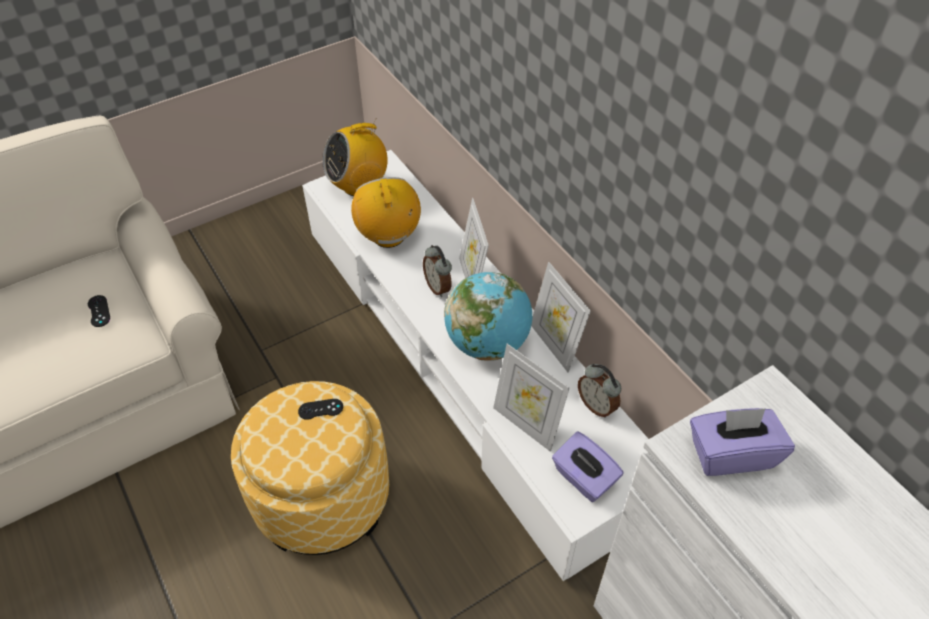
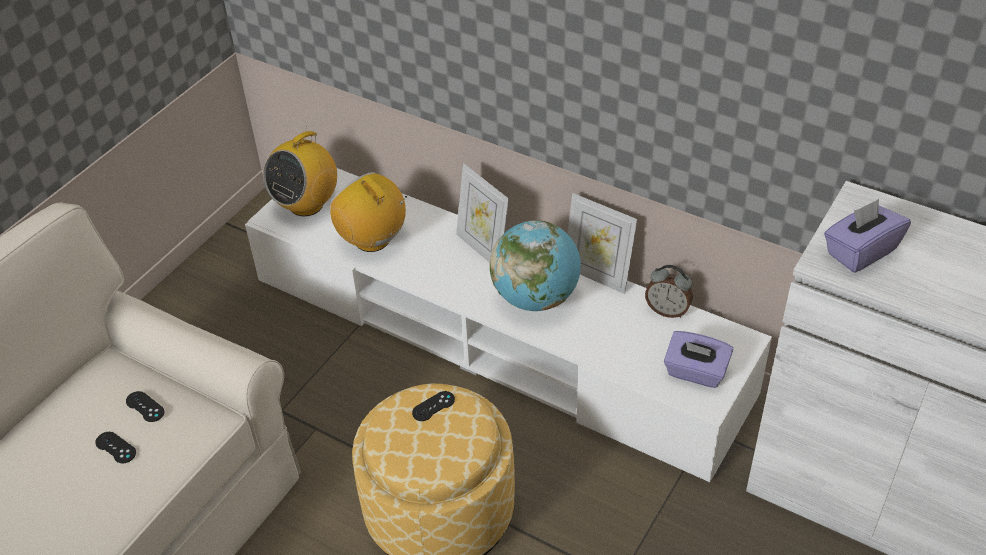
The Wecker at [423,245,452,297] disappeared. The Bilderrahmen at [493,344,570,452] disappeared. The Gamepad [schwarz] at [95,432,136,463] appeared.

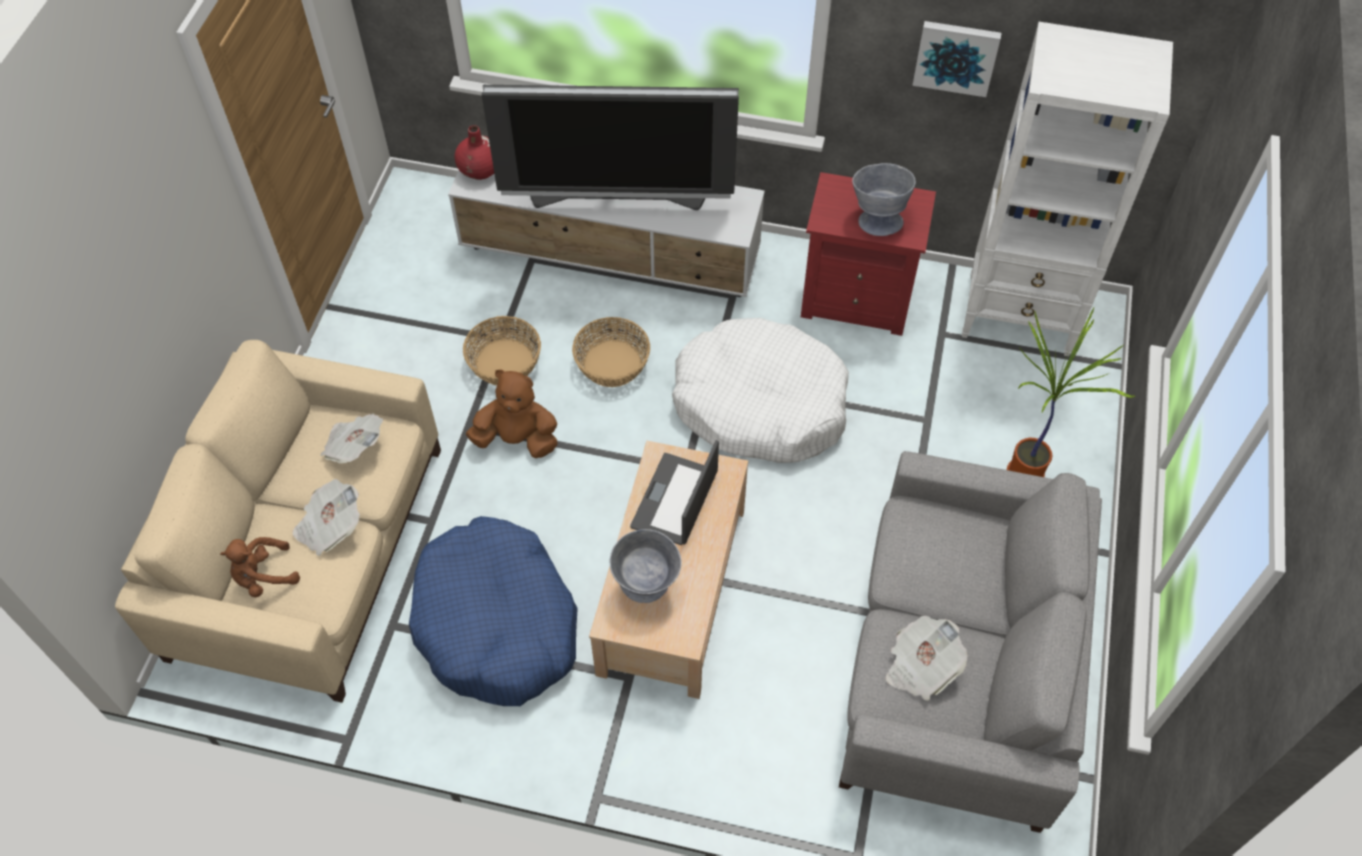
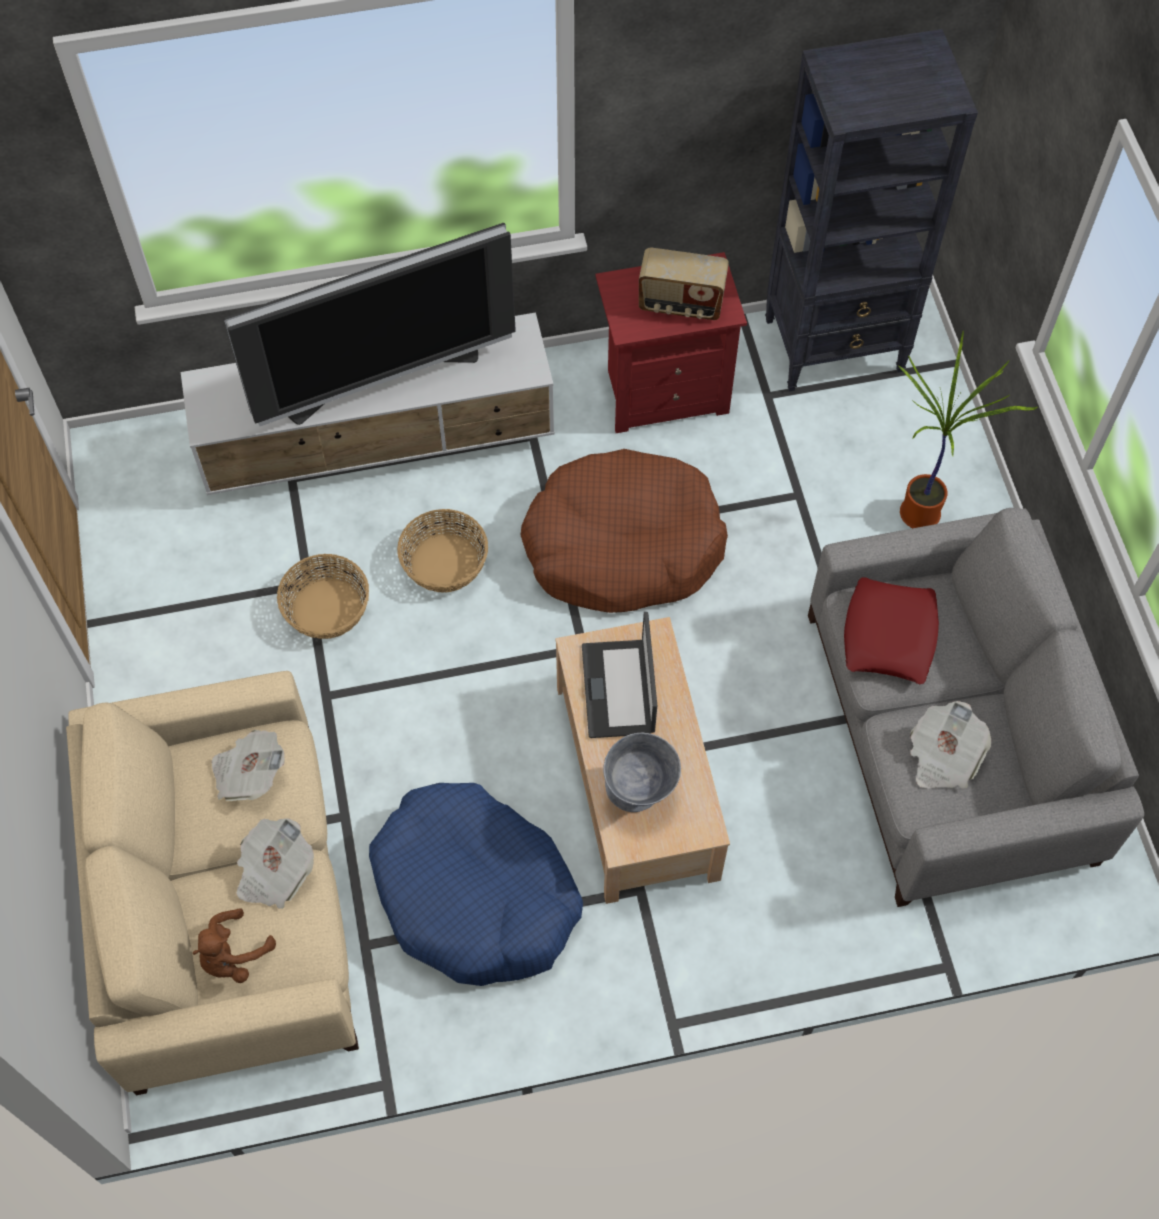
The Vase [rot] at [454,125,494,180] disappeared. The Plüschtier [braun] at [466,369,558,458] disappeared. The Hundebett [weiß] at [672,318,849,463] became the Hundebett [braun] at [521,449,728,613]. The Schüssel [grau] at [852,163,916,236] was replaced by the Radio at [639,247,729,320]. The Bild at [912,21,1002,97] disappeared. The Bücherregal [weiß] at [962,22,1173,356] became the Bücherregal [schwarz] at [765,29,978,392]. The Kissen [rot] at [844,577,939,684] appeared.

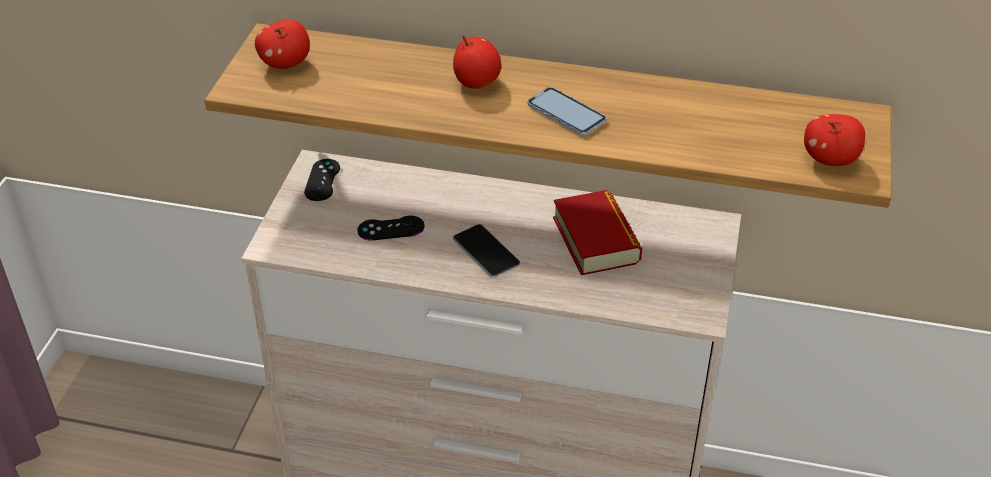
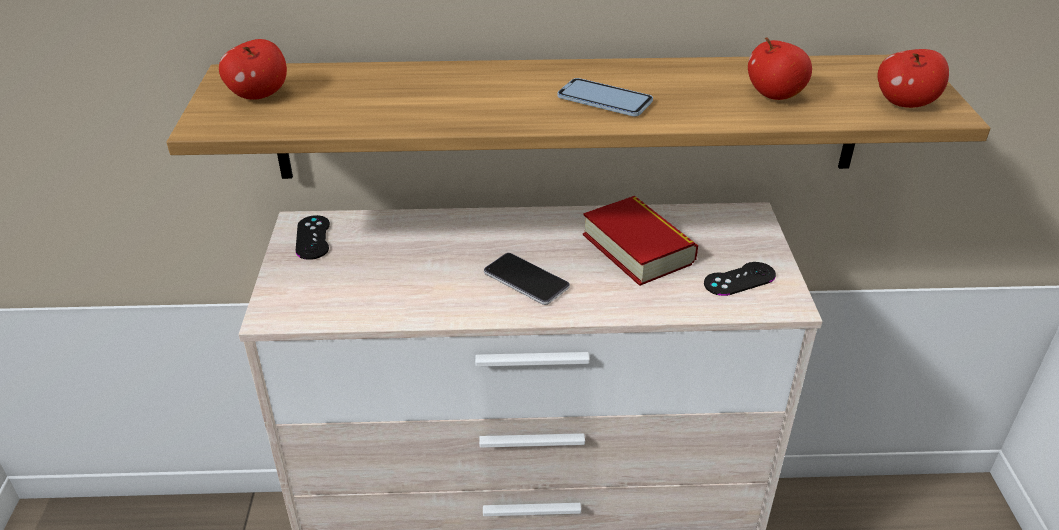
The Gamepad [schwarz] moved from [357,216,425,240] to [704,262,776,296]. The Apfel moved from [453,35,501,89] to [748,37,812,100].

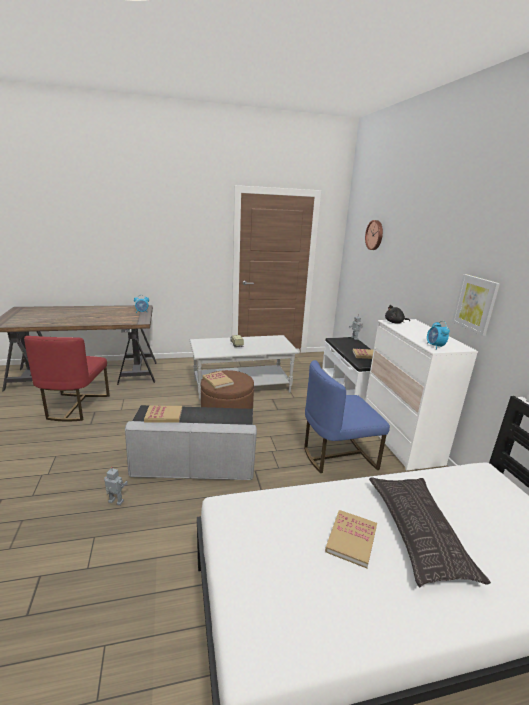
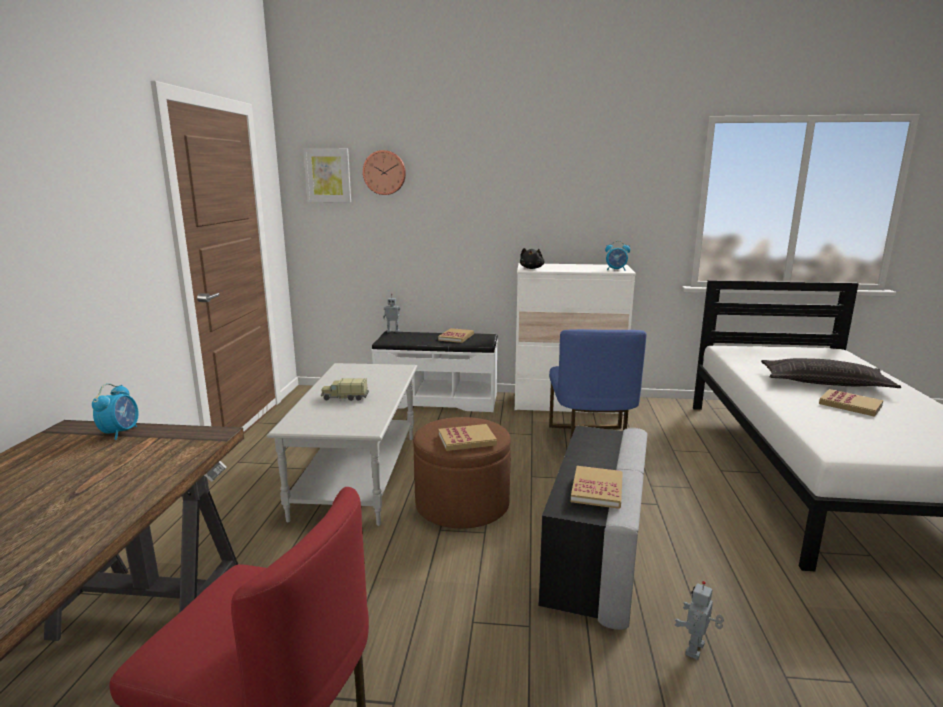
The Bild moved from [452,274,500,336] to [303,149,351,203].

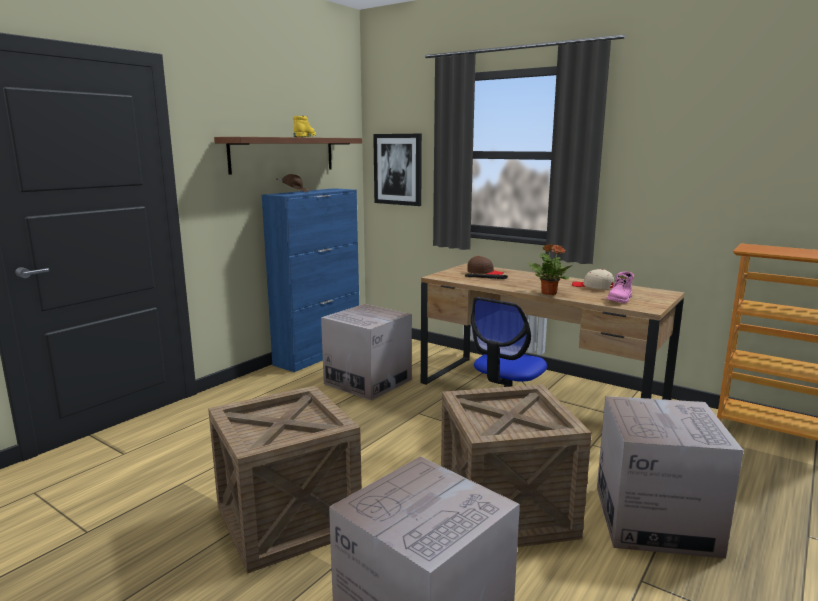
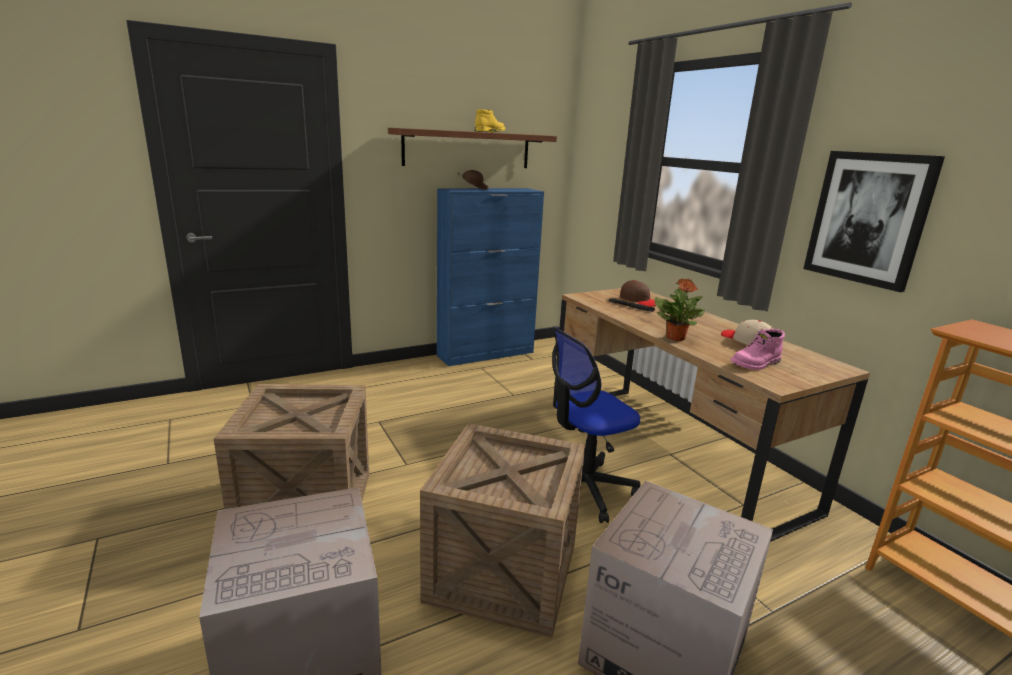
The Karton at [321,304,412,400] disappeared. The Bild moved from [373,134,422,206] to [803,151,945,292].

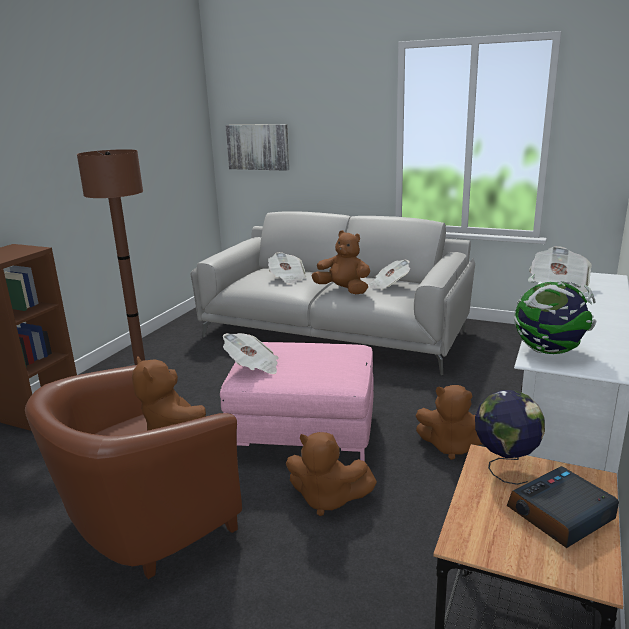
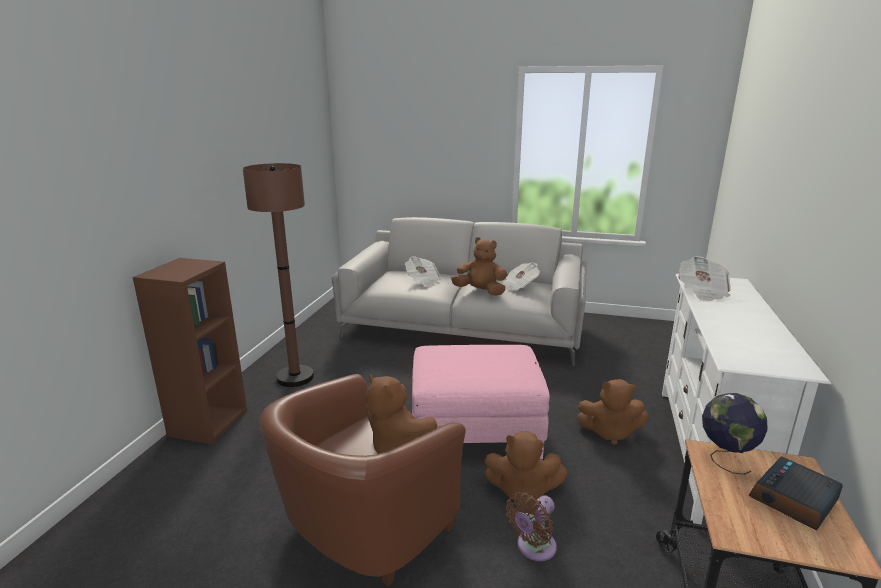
The Zeitung at [223,333,278,374] disappeared. The Bild at [225,124,289,171] disappeared. The Globus at [514,274,597,354] disappeared. The Ventilator [braun] at [506,492,557,561] appeared.

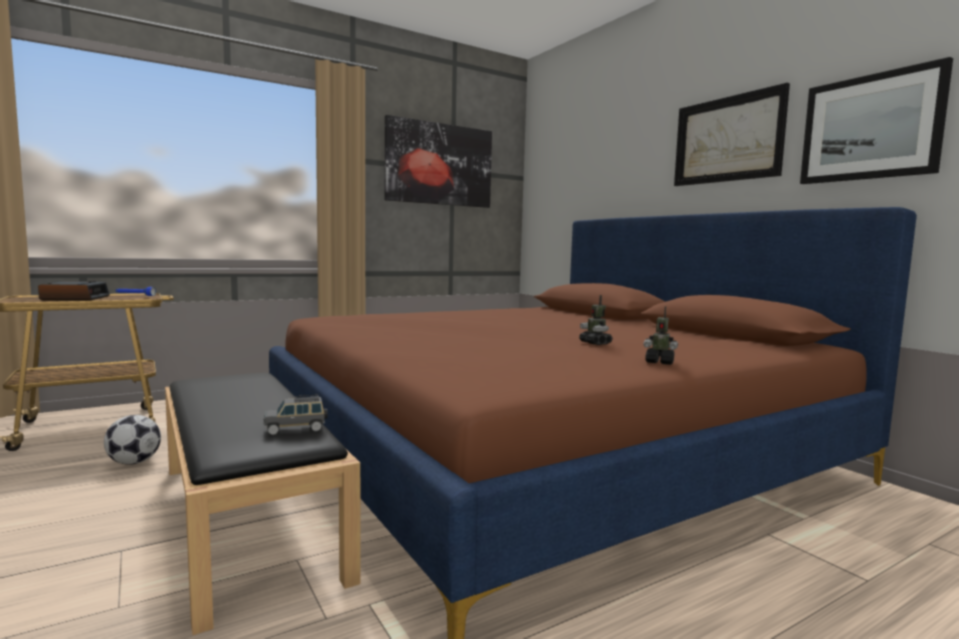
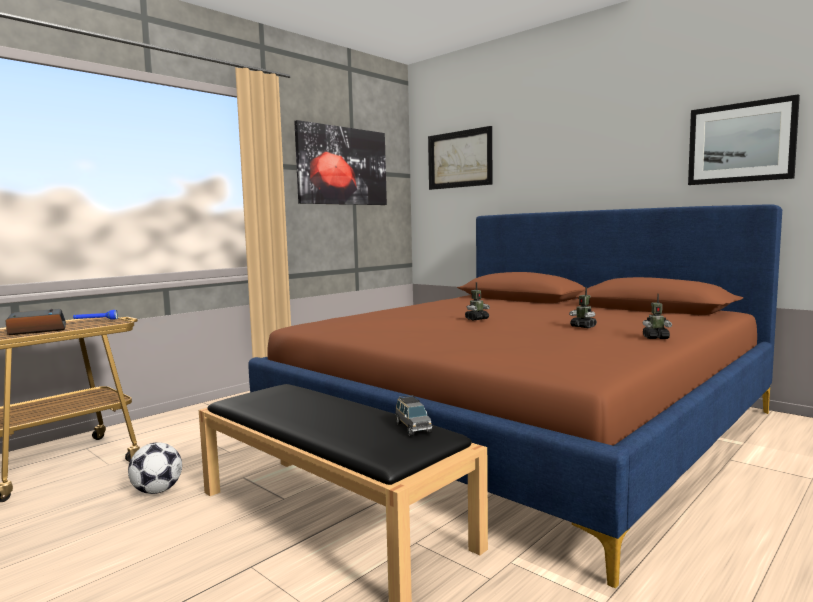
The Spielzeugauto [grau] at [264,395,328,435] turned 75 degrees counterclockwise. The Bild moved from [674,83,790,186] to [428,126,492,190]. The Spielzeugroboter at [465,282,490,320] appeared.

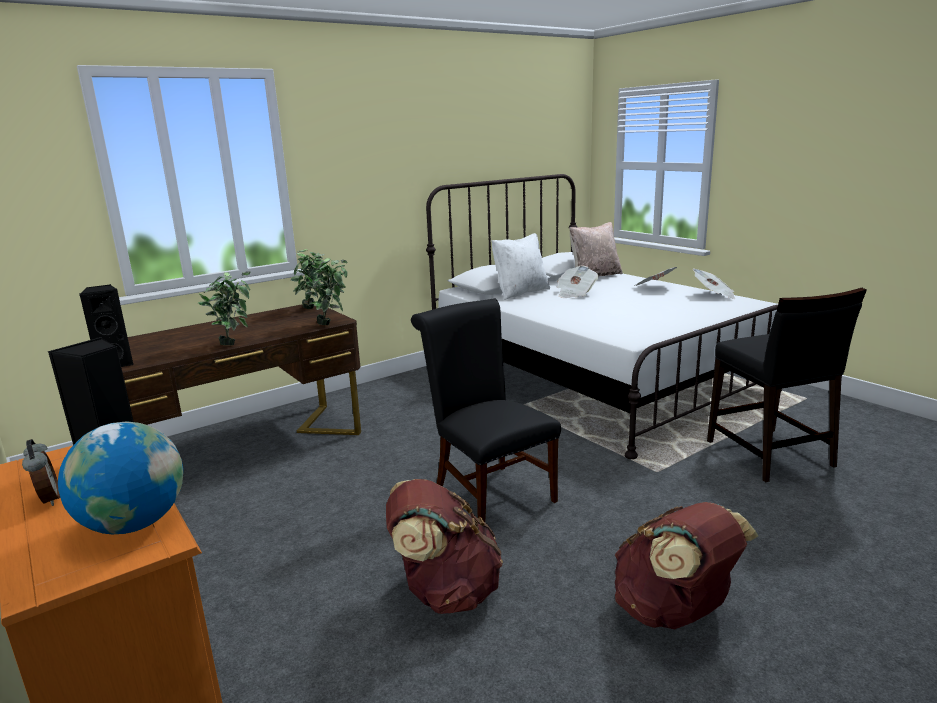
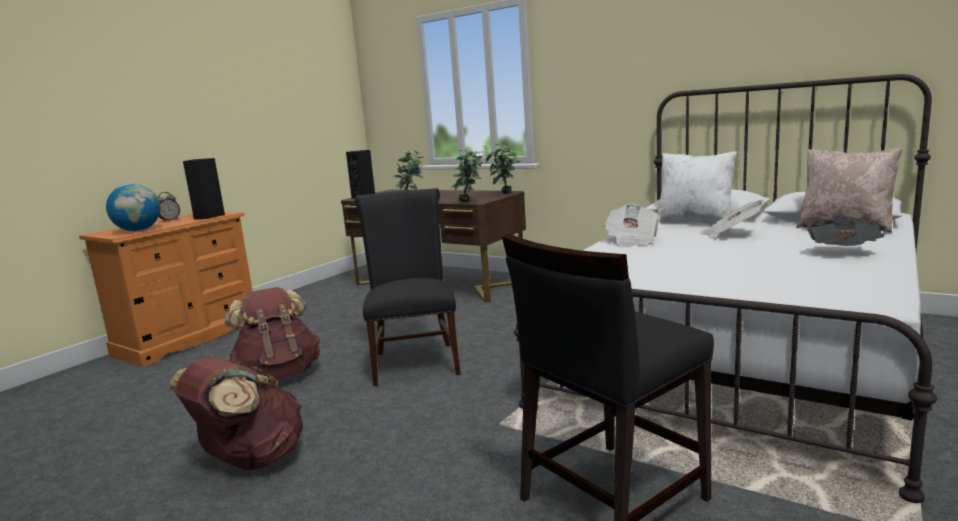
The Stuhl [schwarz] at [411,298,561,522] turned 45 degrees counterclockwise. The Zeitung moved from [693,269,735,299] to [604,204,660,247].

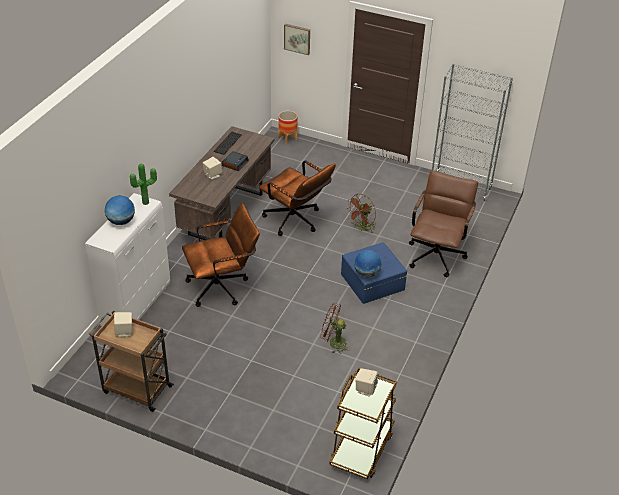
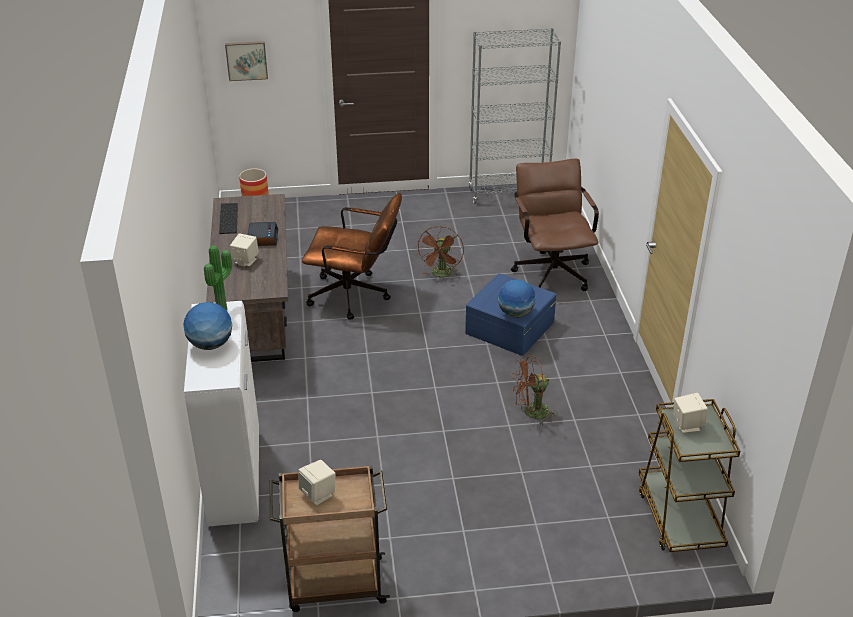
The Bürostuhl [braun] at [182,203,260,307] disappeared.

